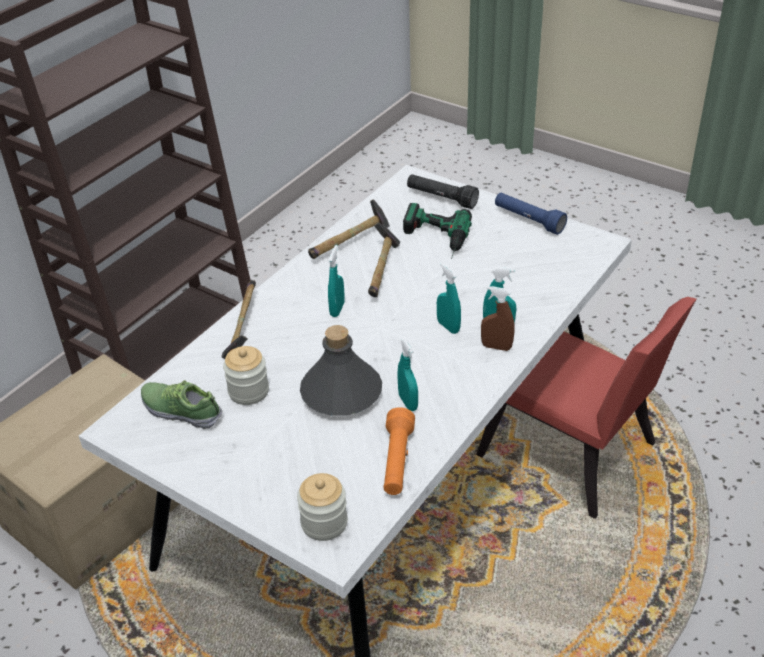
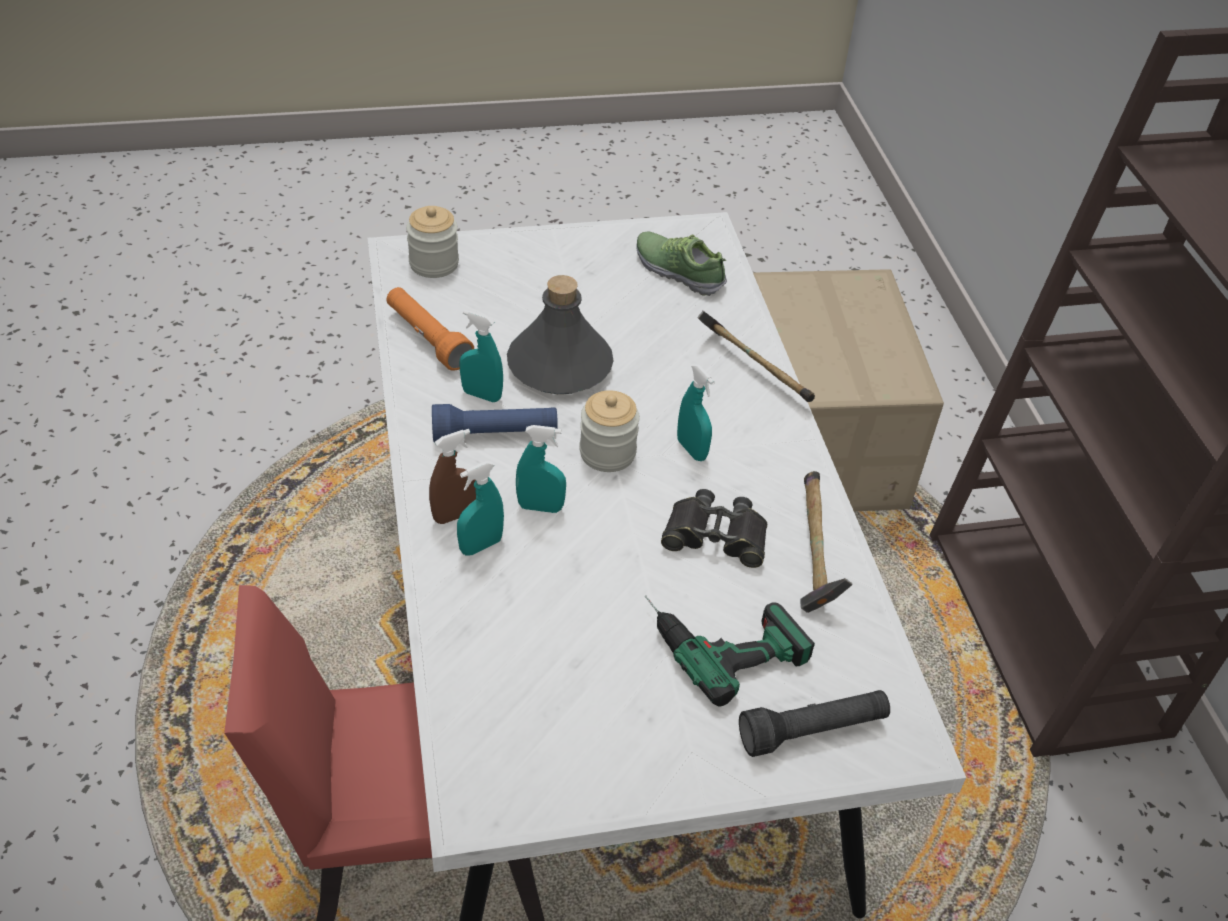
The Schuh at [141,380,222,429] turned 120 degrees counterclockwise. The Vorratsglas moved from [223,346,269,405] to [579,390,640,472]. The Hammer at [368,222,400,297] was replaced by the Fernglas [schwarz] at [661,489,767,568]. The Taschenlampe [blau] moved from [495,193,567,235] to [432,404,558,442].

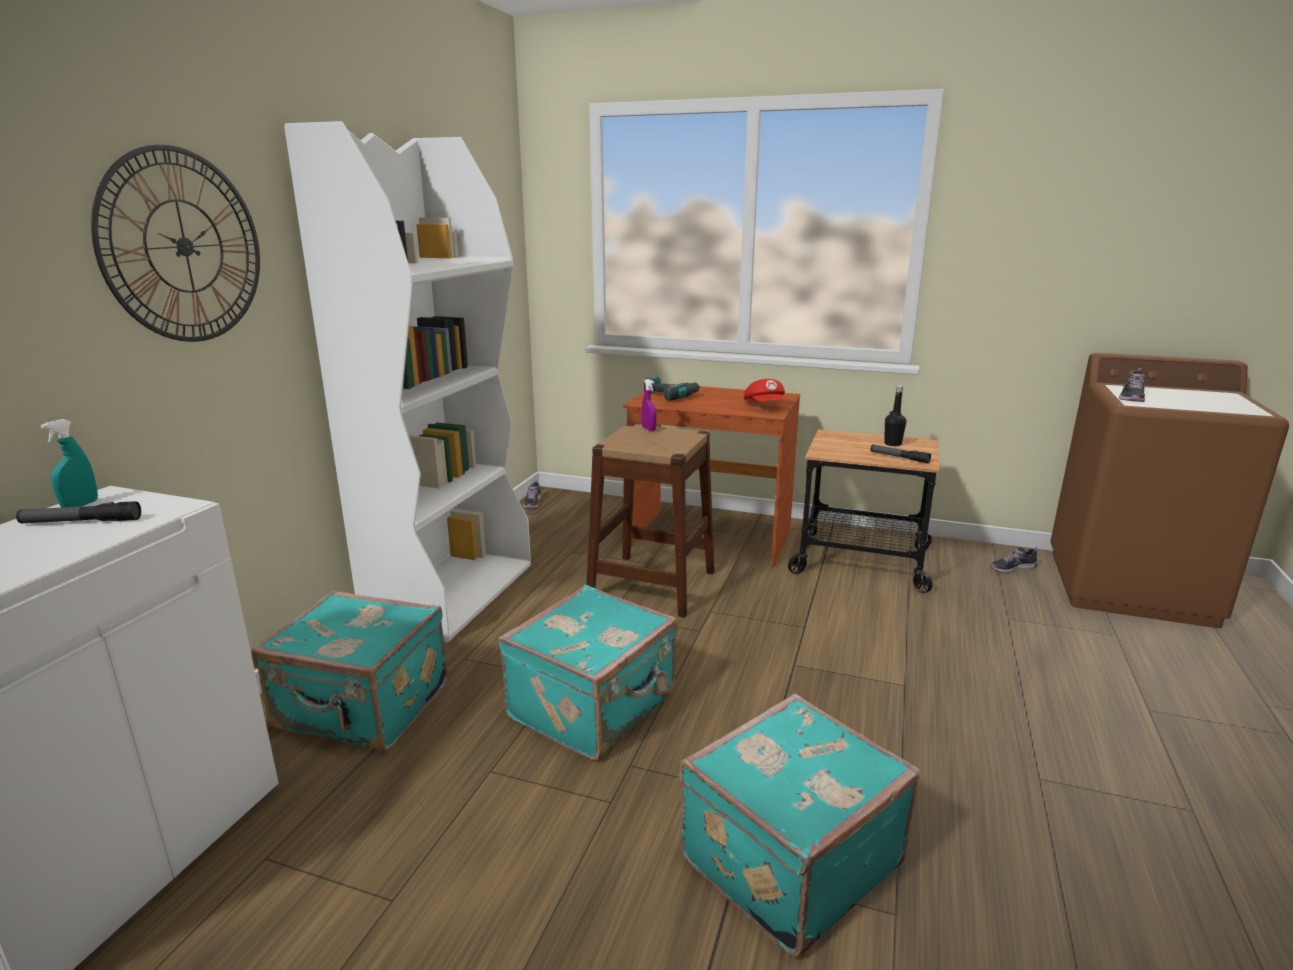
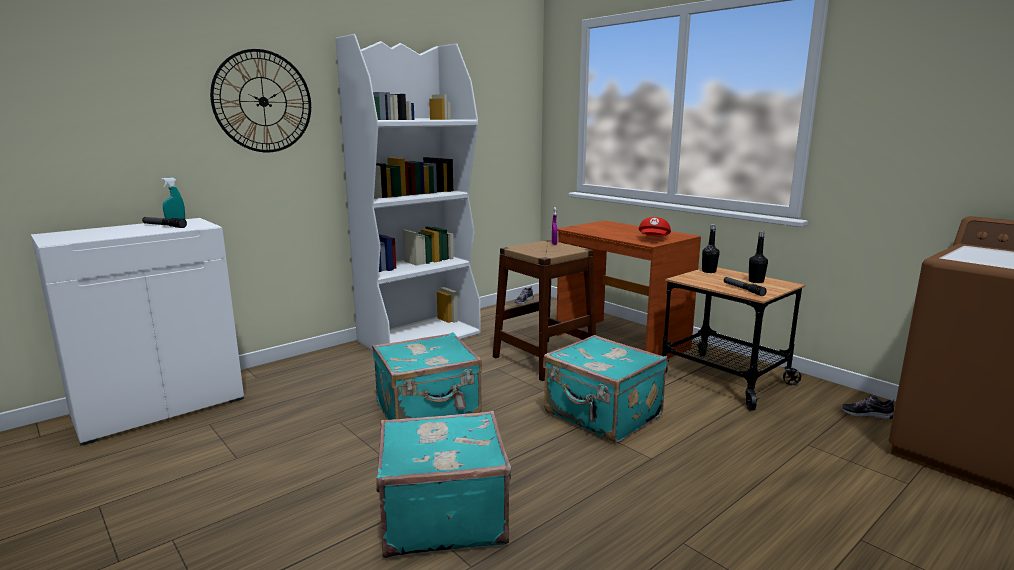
The Koffer [türkis] moved from [252,590,448,751] to [543,335,667,443]. The Bohrmaschine at [644,376,701,401] disappeared. The Schuh at [1119,368,1146,402] disappeared. The Flasche [schwarz] at [702,224,720,273] appeared.

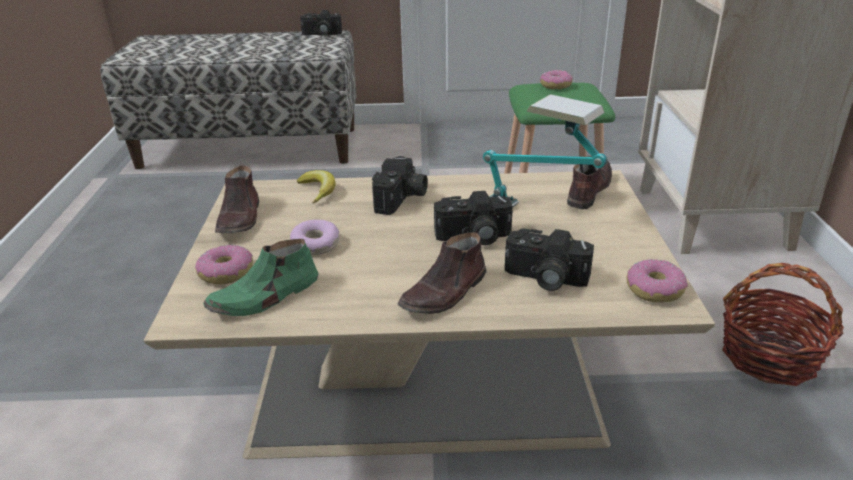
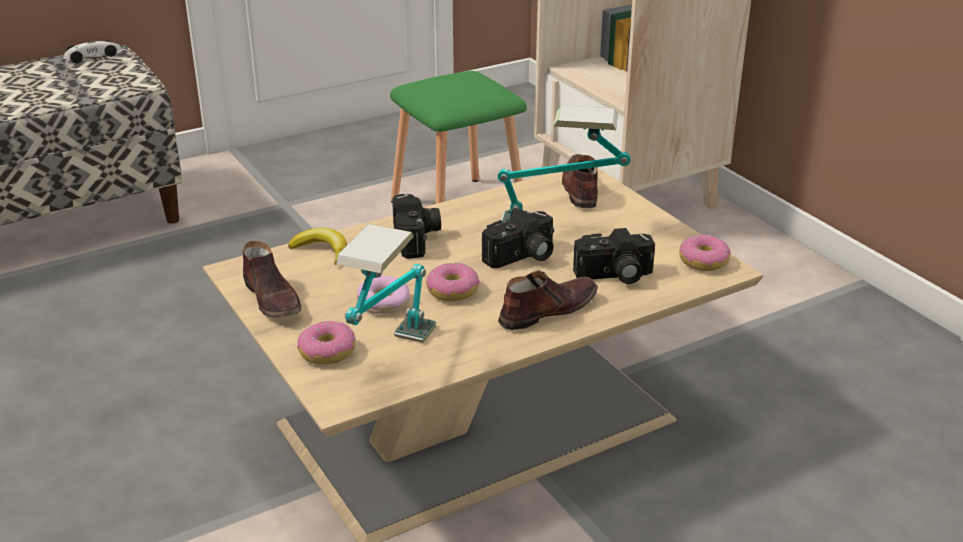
The Schuh [grün] at [203,239,318,316] was replaced by the Tischlampe at [336,224,437,343]. The Kamera at [300,10,342,35] was replaced by the Spielzeugauto at [63,41,122,63]. The Schuh [braun] at [397,232,487,314] turned 135 degrees counterclockwise. The Donut moved from [540,70,573,89] to [426,263,480,302]. The Korb at [722,263,844,386] disappeared.

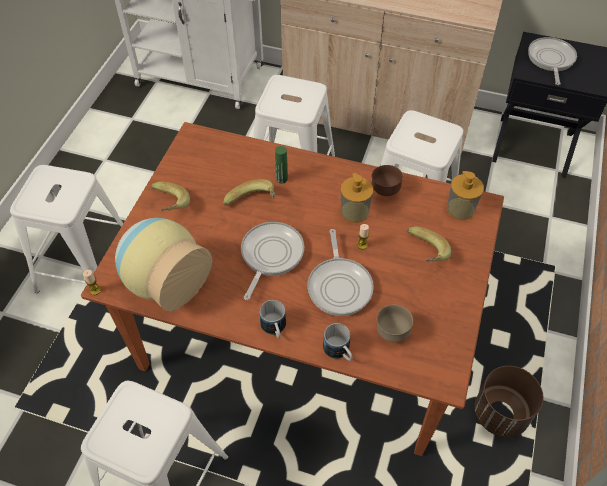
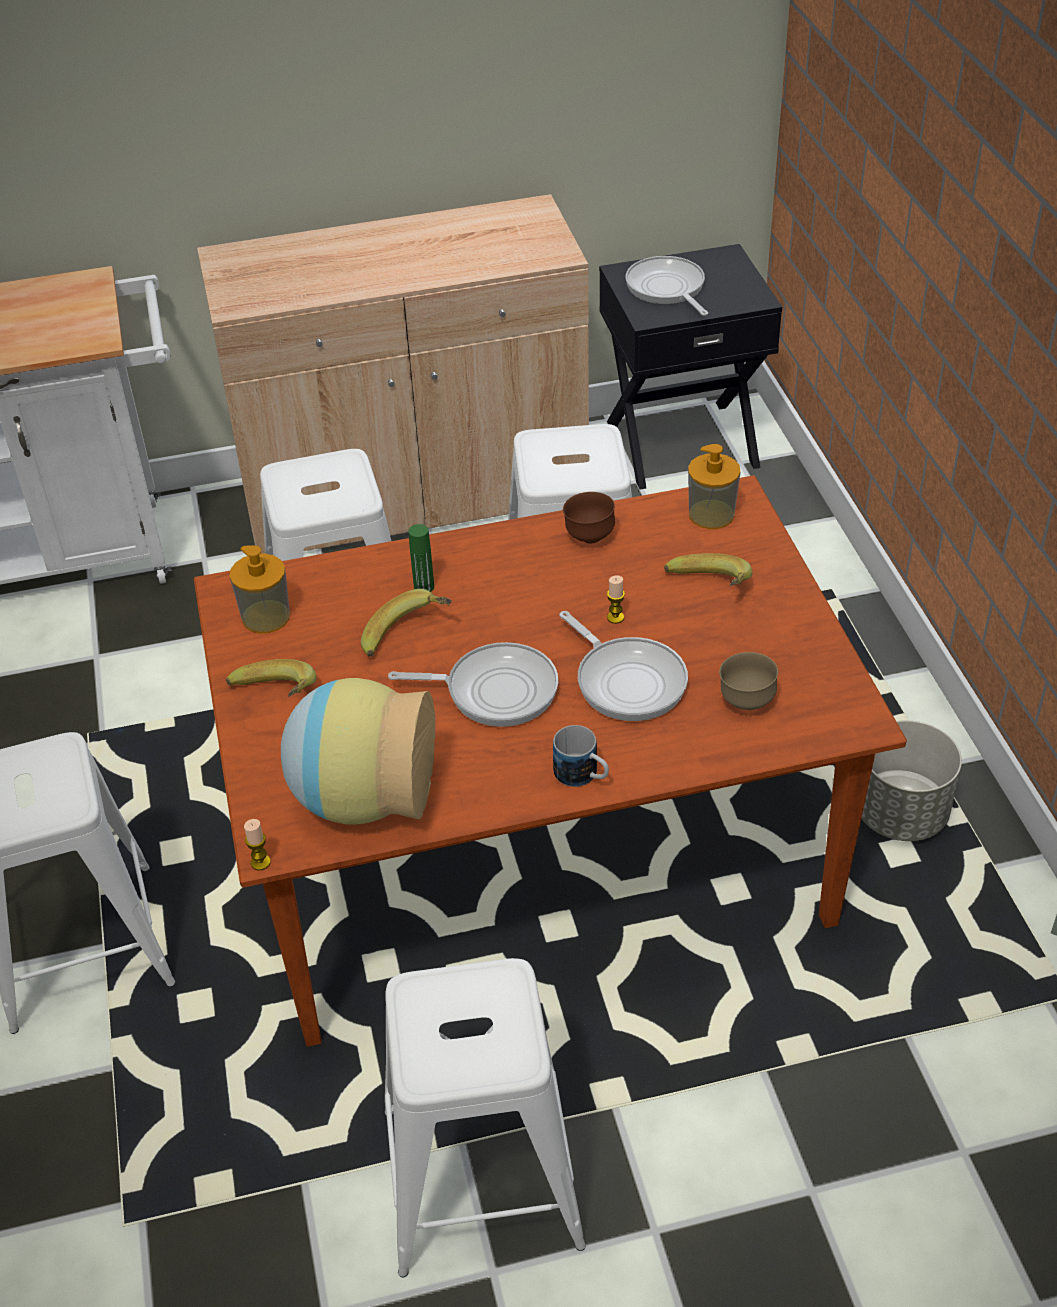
The Pfanne at [241,222,304,300] turned 105 degrees clockwise. The Henkelbecher at [323,323,353,361] disappeared. The Seifenspender moved from [341,173,373,223] to [230,545,290,633]. The Pflanzkübel [braun] at [475,366,544,438] became the Pflanzkübel [grau] at [861,720,962,841].

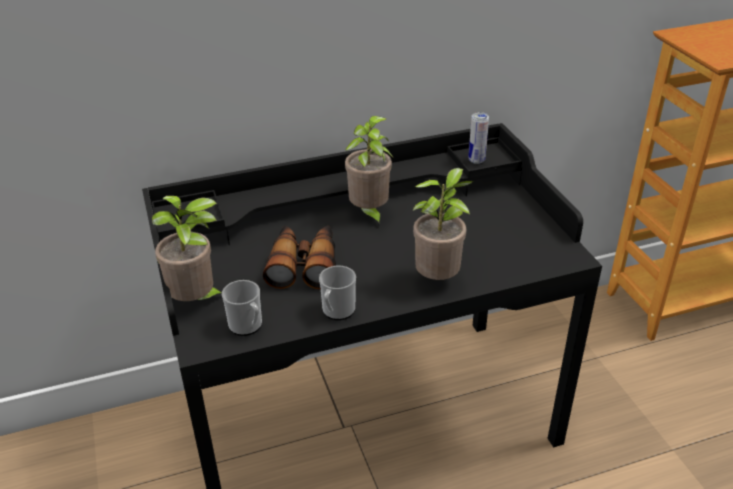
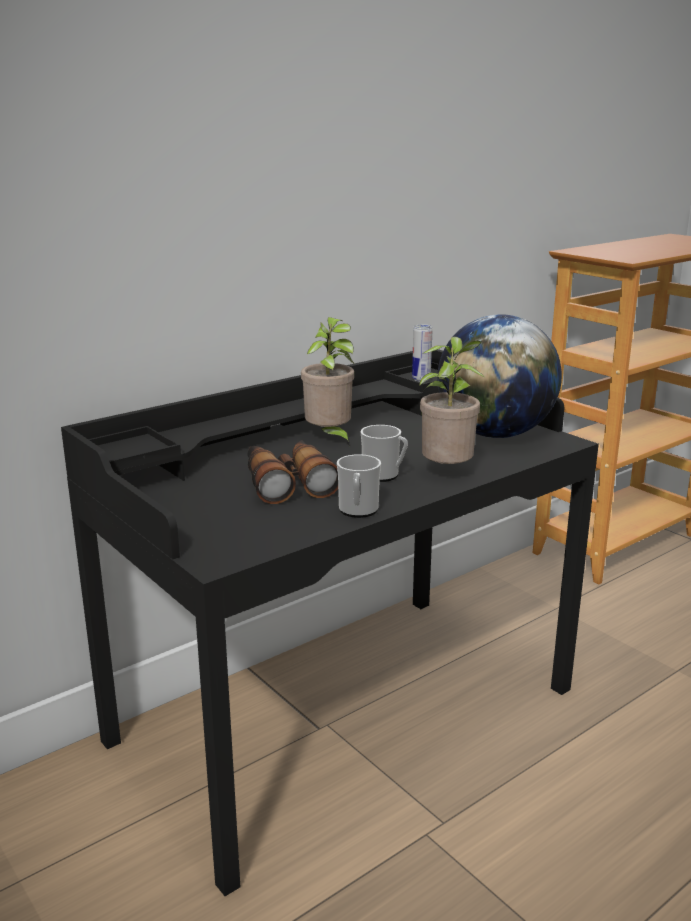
The Topfpflanze at [152,196,222,301] disappeared. The Henkelbecher moved from [222,280,262,336] to [361,425,408,482]. The Globus at [437,314,562,438] appeared.

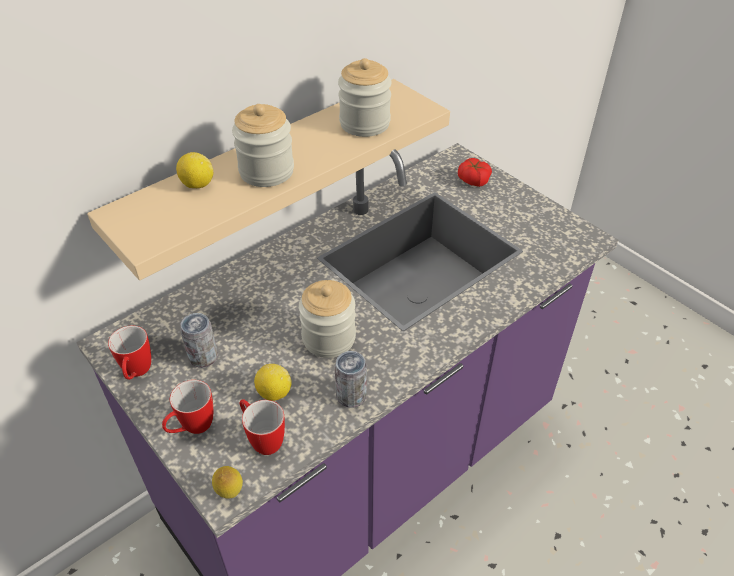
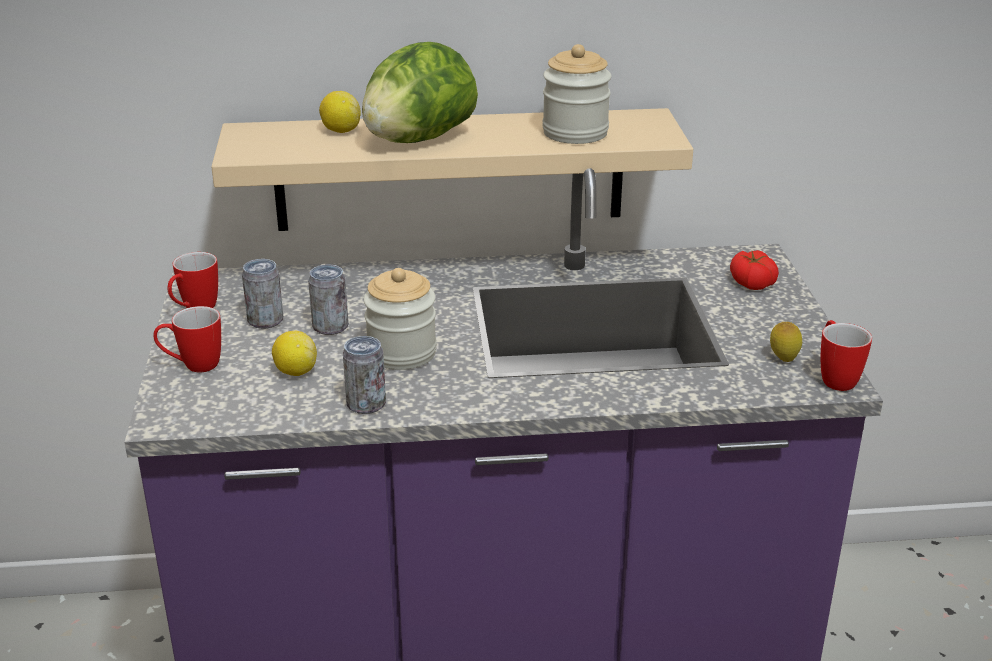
The Zitrone moved from [212,466,243,499] to [770,322,802,362]. The Vorratsglas at [232,104,294,187] was replaced by the Salatkopf at [362,42,478,143]. The Henkelbecher moved from [240,399,285,455] to [821,320,872,391]. The Dose at [308,264,349,335] appeared.

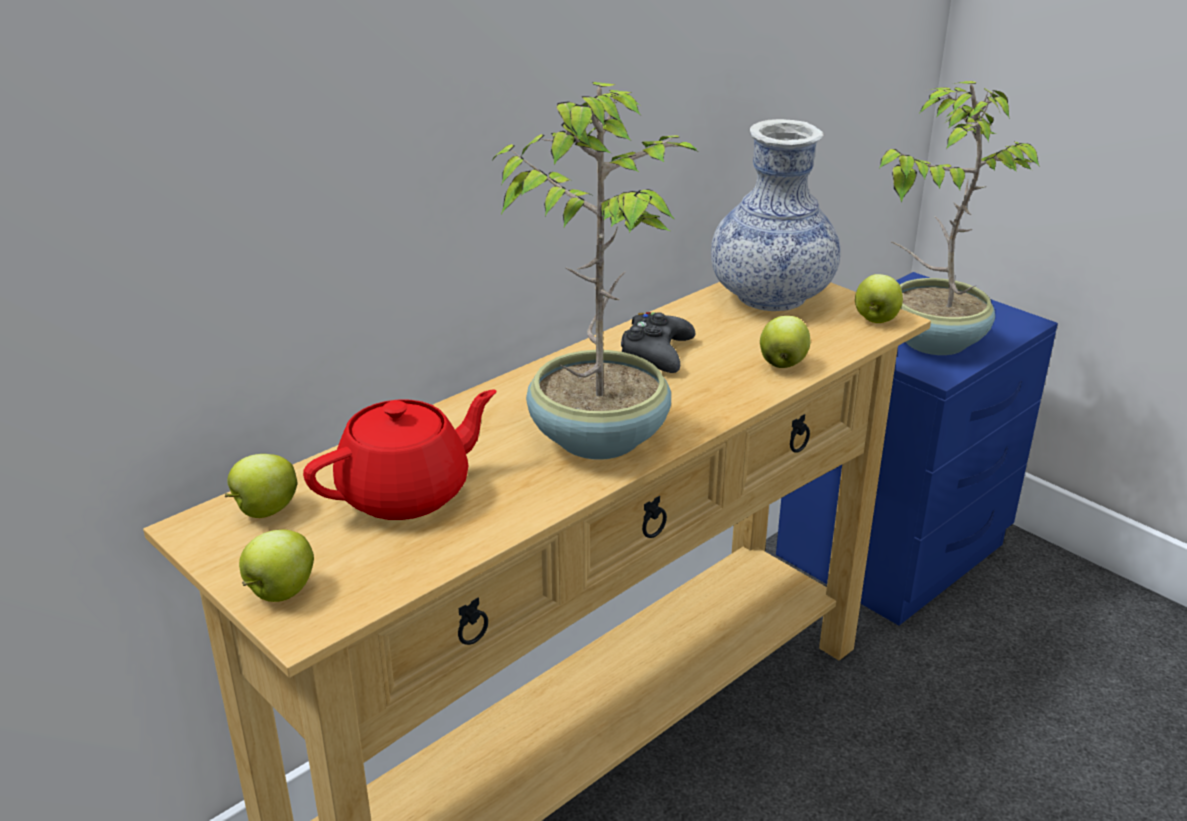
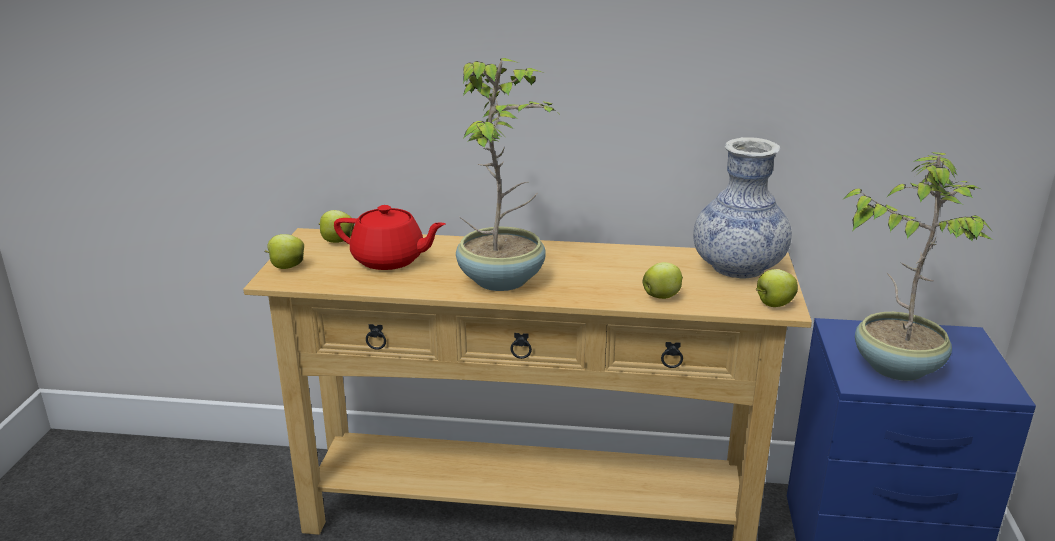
The Gamepad [schwarz] at [621,312,695,373] disappeared.

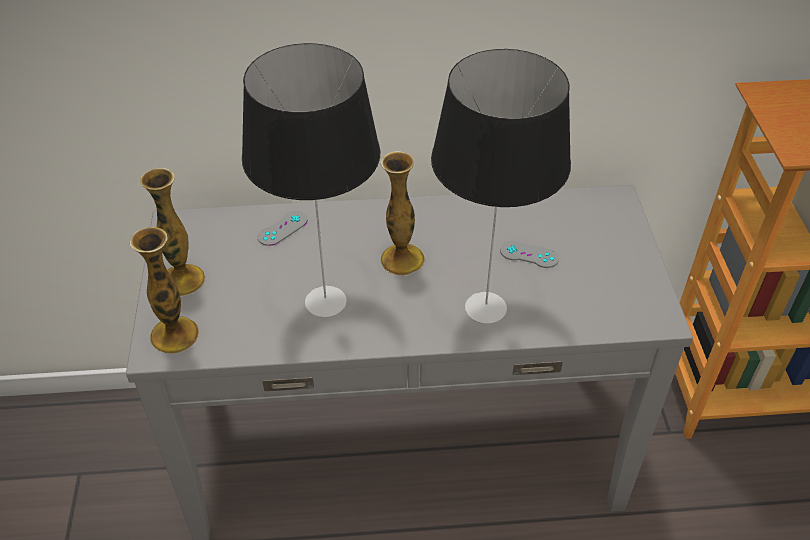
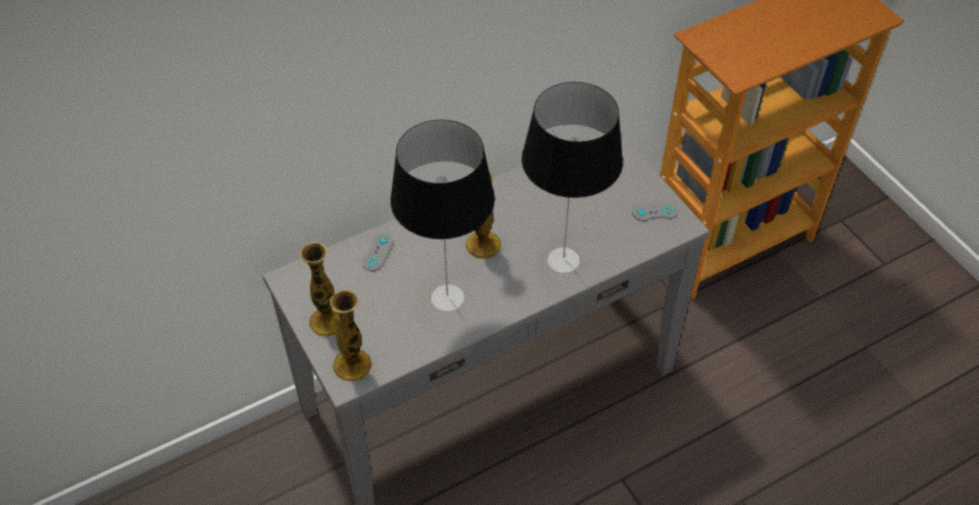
The Gamepad [grau] moved from [500,241,559,268] to [632,202,678,221].

